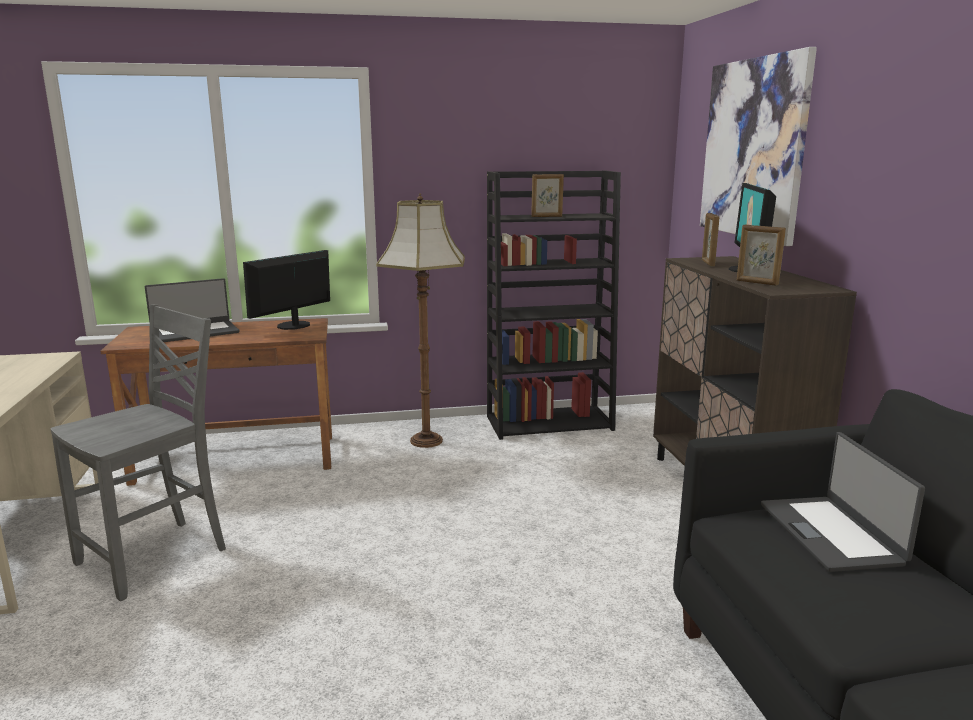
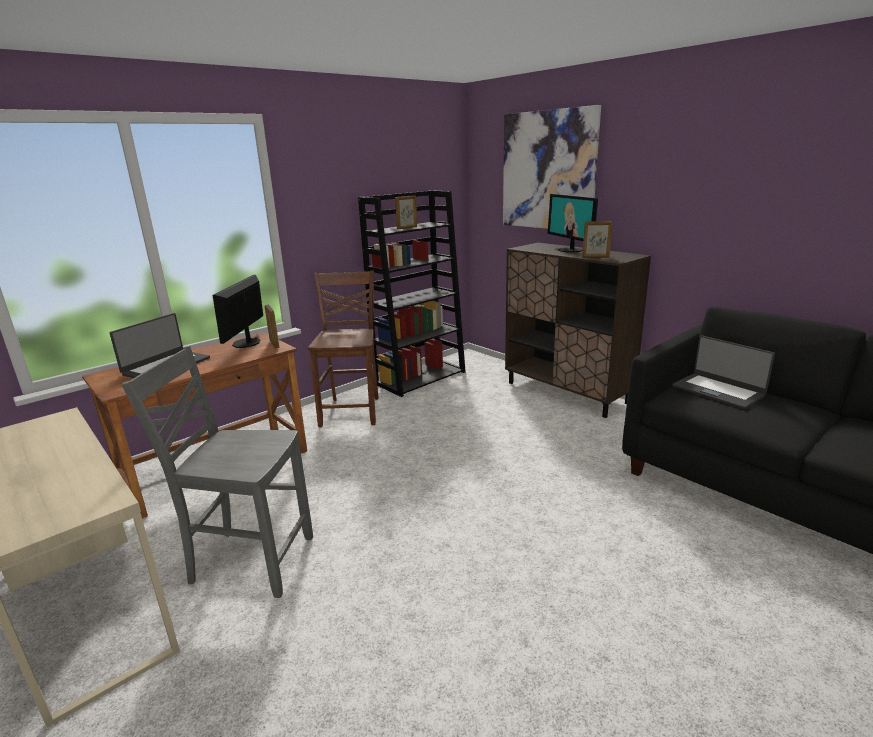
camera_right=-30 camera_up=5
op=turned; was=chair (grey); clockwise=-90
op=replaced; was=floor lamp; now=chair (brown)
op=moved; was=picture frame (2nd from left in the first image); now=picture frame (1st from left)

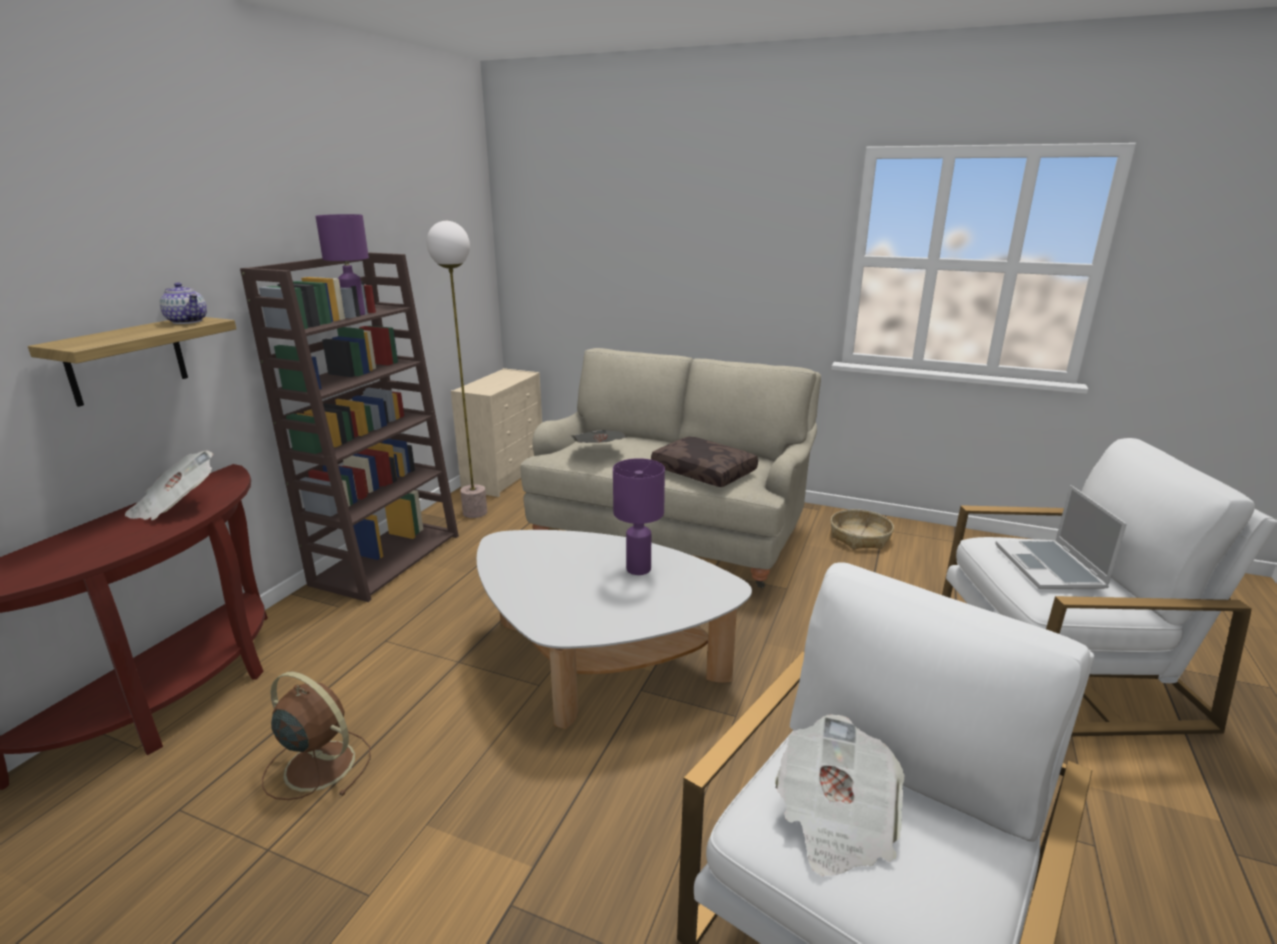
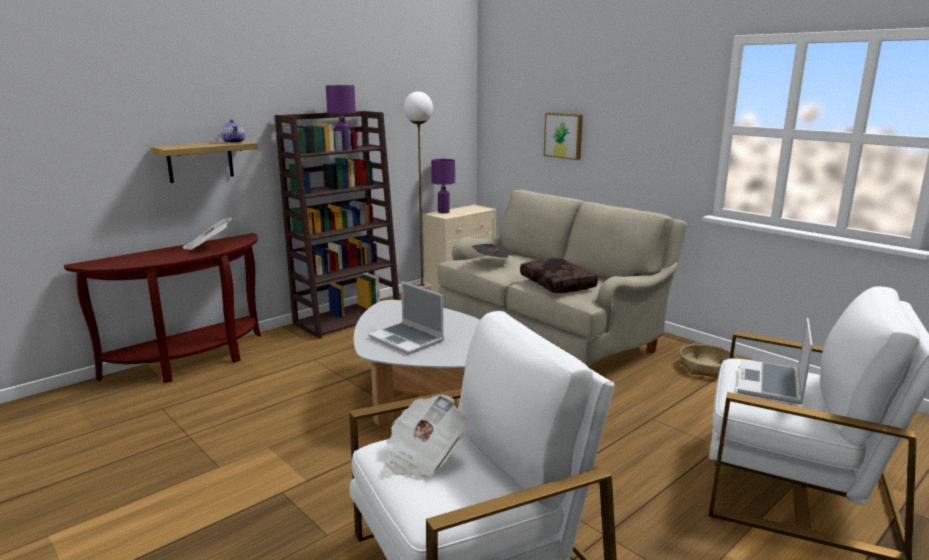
camera_right=25 camera_up=-5
op=removed; was=fan (brown)
op=moved; was=table lamp (purple) (2nd from left)
op=added; now=laptop (1st from left)
op=added; now=picture

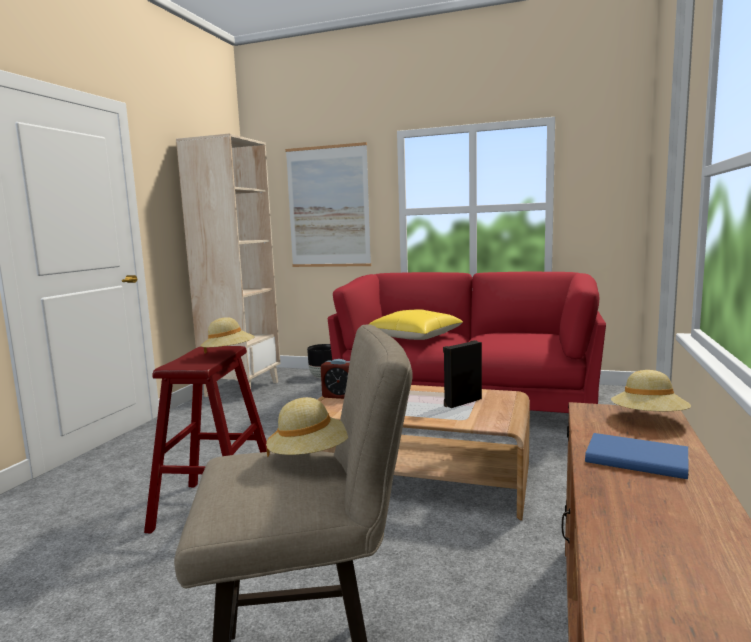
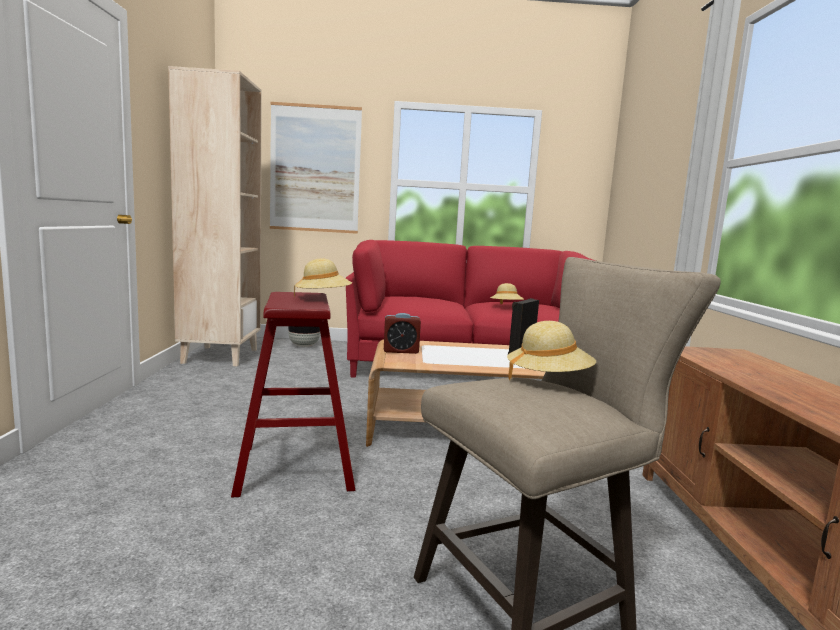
camera_right=-20 camera_up=0
op=removed; was=pillow (yellow)
op=removed; was=book (blue)
op=moved; was=hat (beige) (3rd from left in the first image); now=hat (beige) (2nd from left)

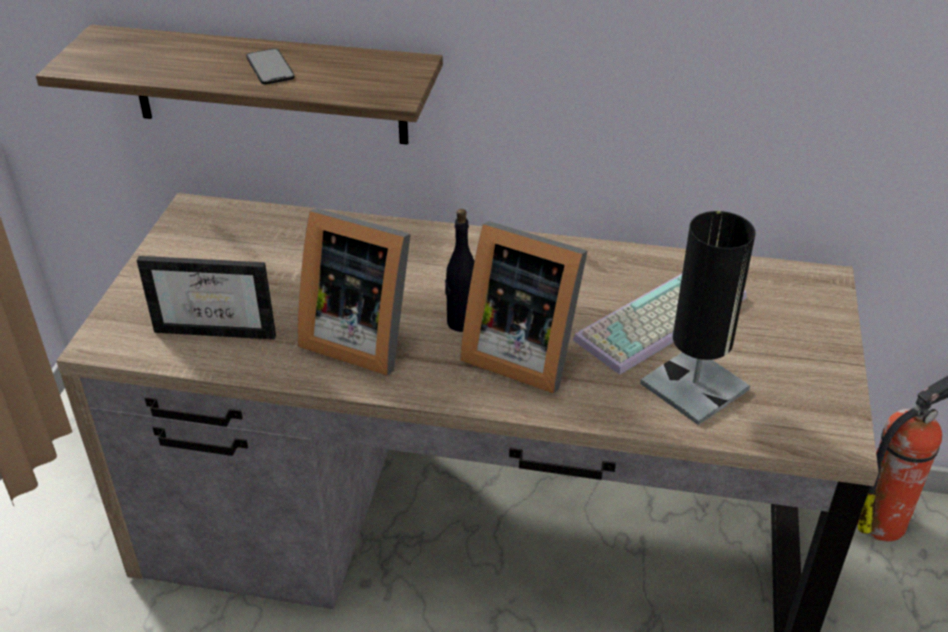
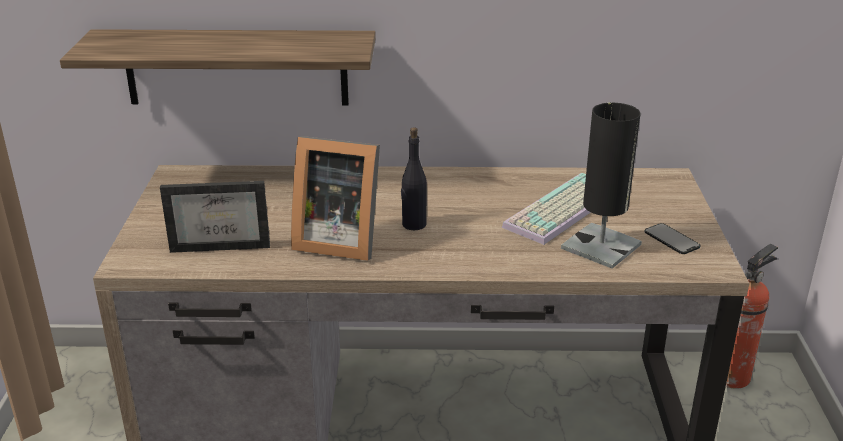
camera_right=-10 camera_up=-10
op=moved; was=phone
op=removed; was=picture frame (3rd from left)

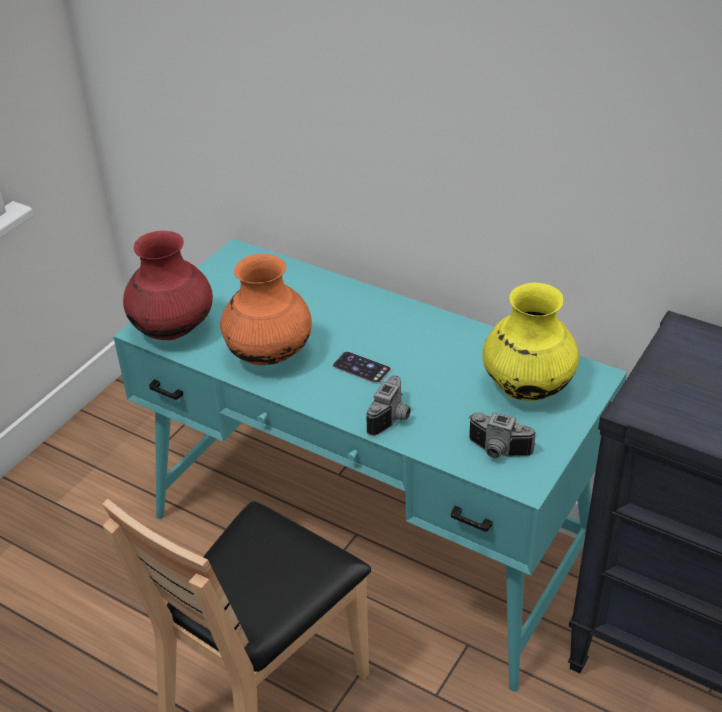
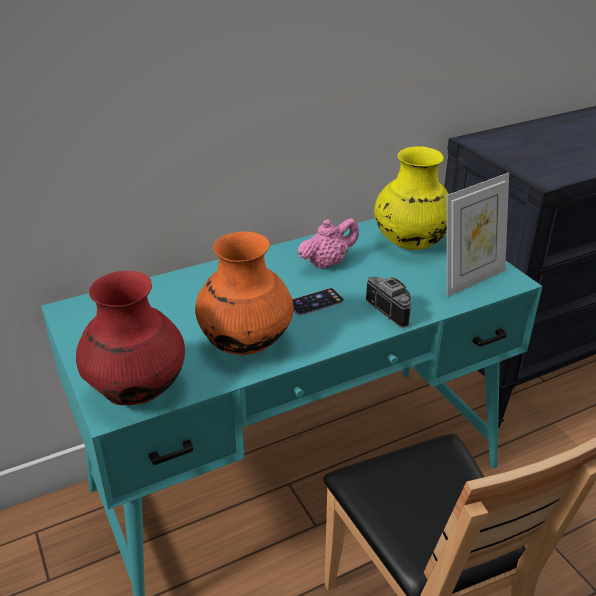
camera_right=-60 camera_up=-5
op=replaced; was=photo camera (2nd from left); now=picture frame
op=added; now=teapot (pink)

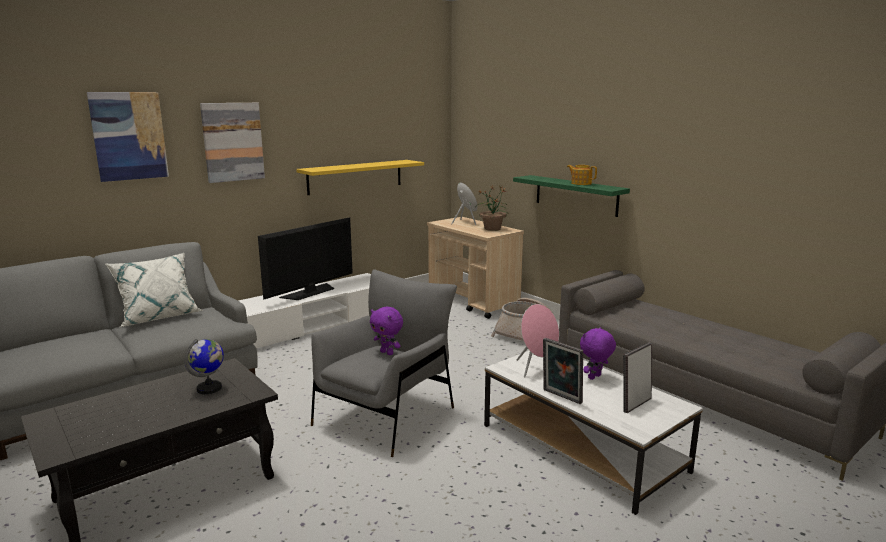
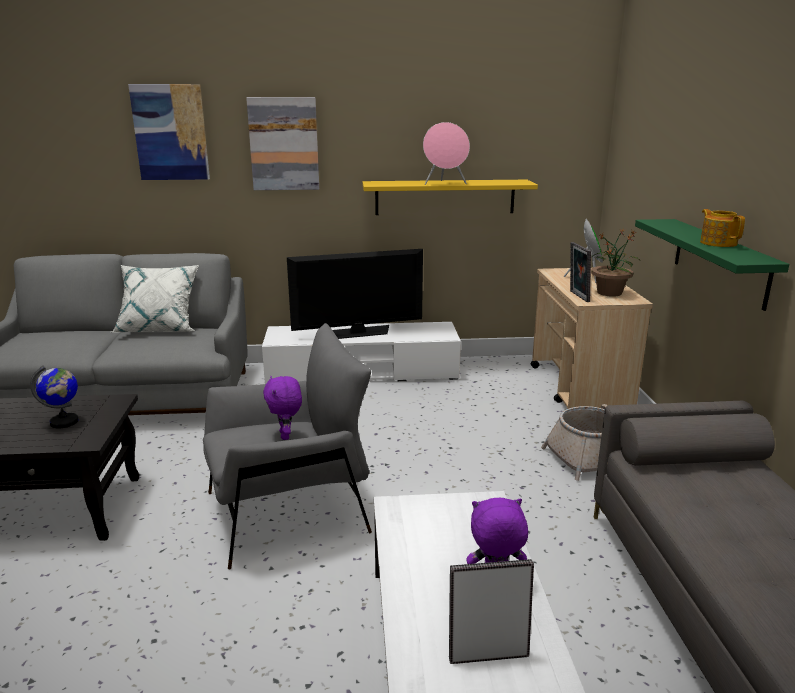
camera_right=35 camera_up=5
op=moved; was=speaker (pink)
op=moved; was=picture frame (1st from left in the first image); now=picture frame (2nd from left)

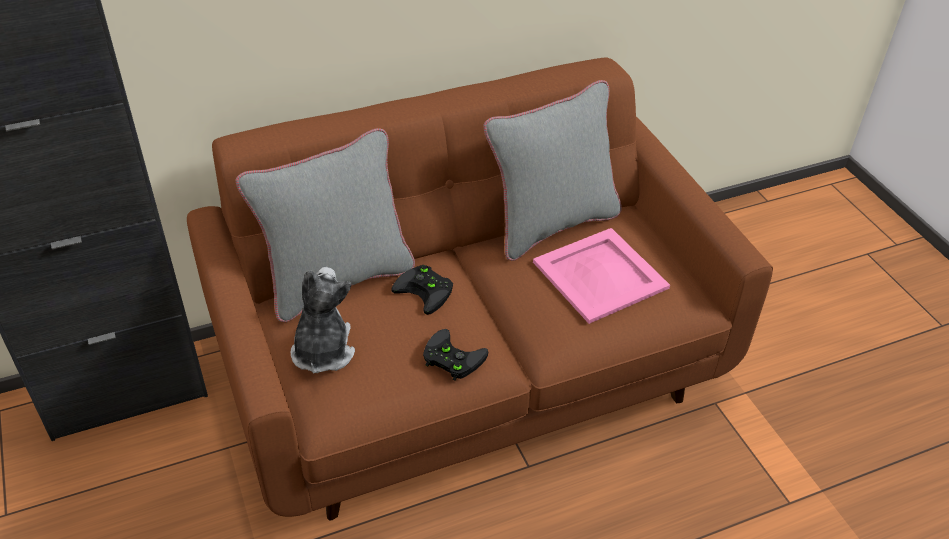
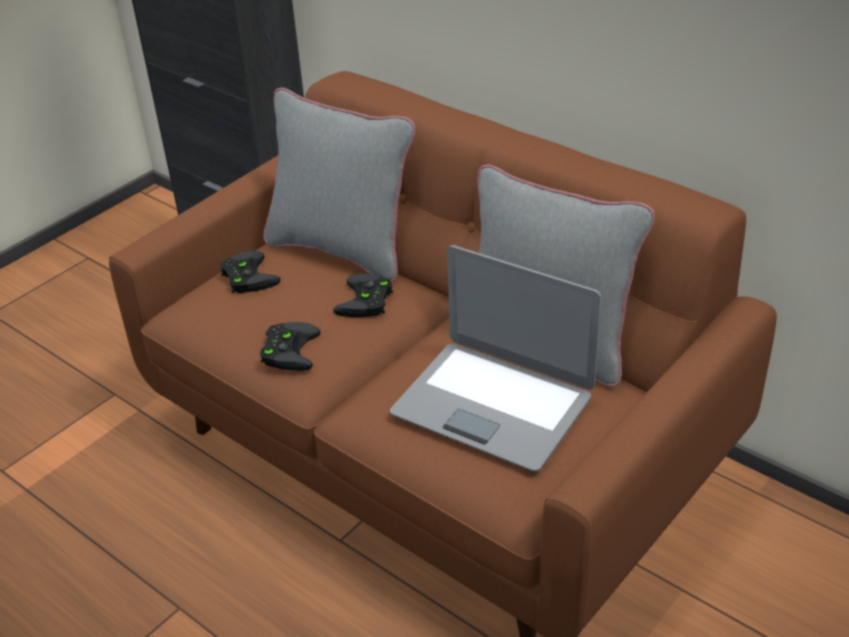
camera_right=65 camera_up=-5
op=replaced; was=plush toy; now=game controller (black) (1st from left)
op=replaced; was=tray (pink); now=laptop

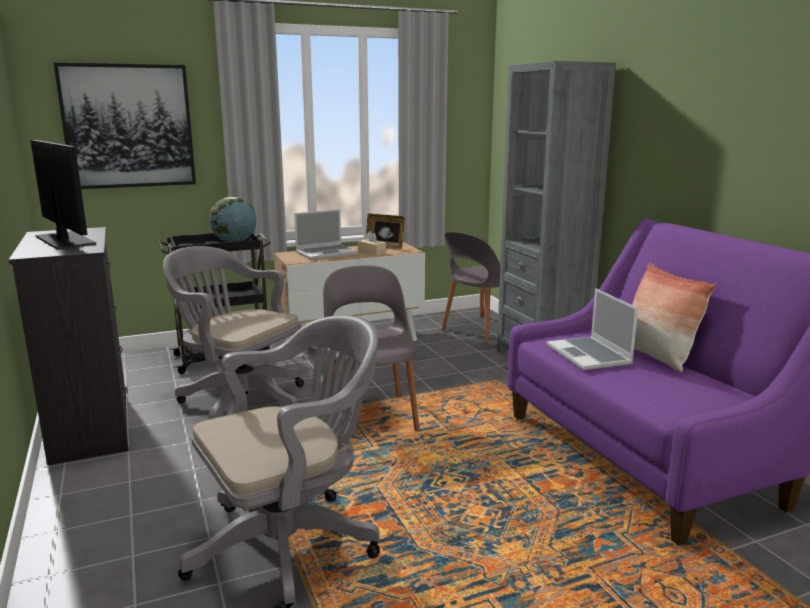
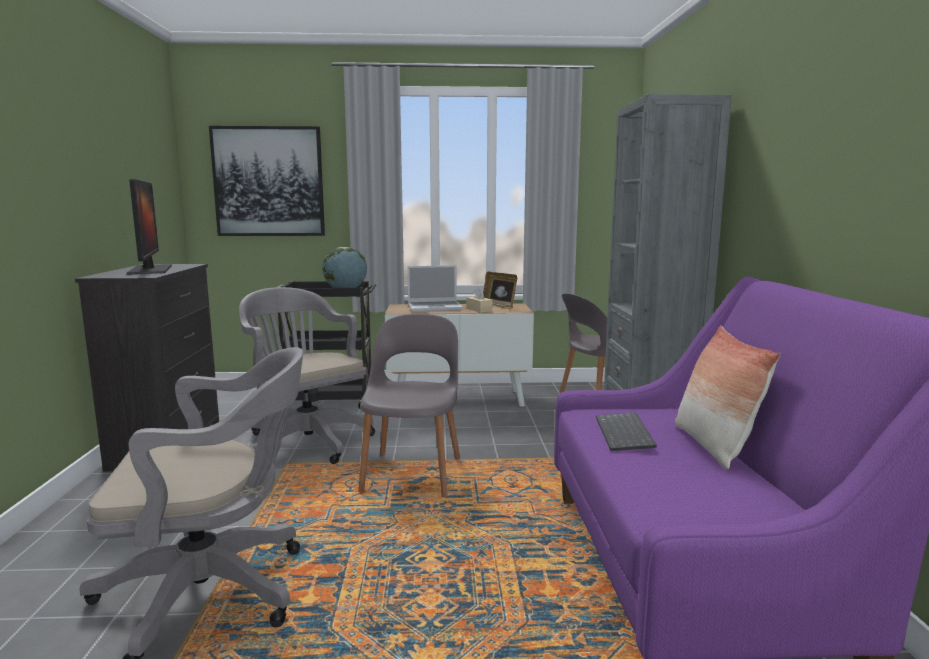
camera_right=20 camera_up=-5
op=replaced; was=laptop (2nd from left); now=keyboard

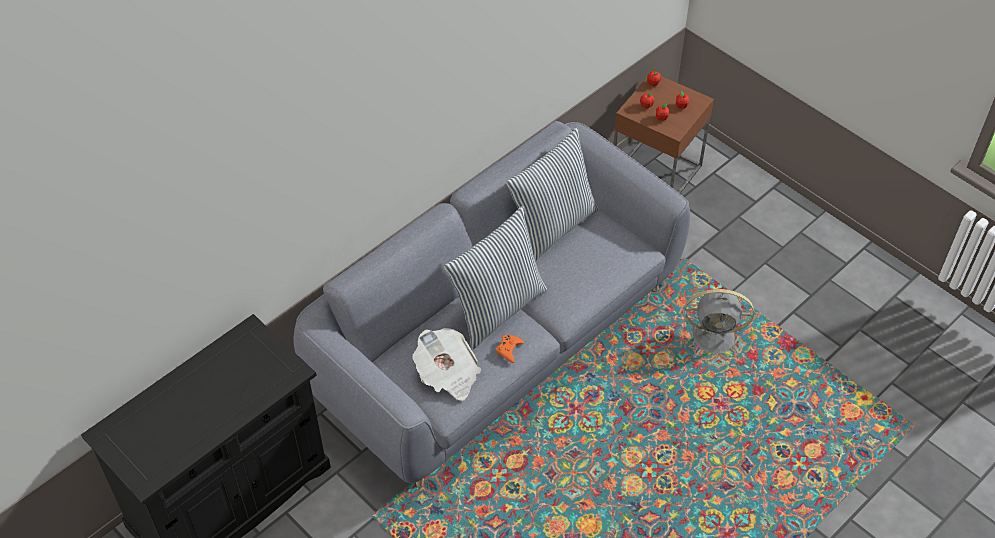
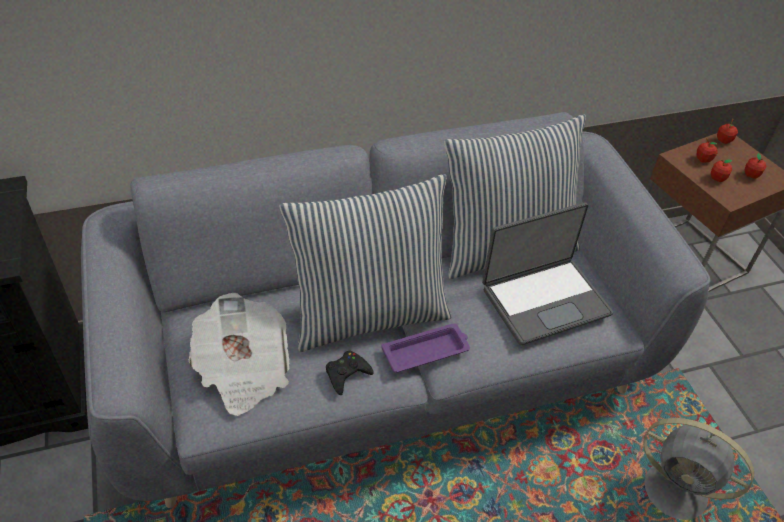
camera_right=25 camera_up=-5
op=recoloured; was=game controller (orange); now=game controller (black)
op=added; now=tray (purple)
op=added; now=laptop

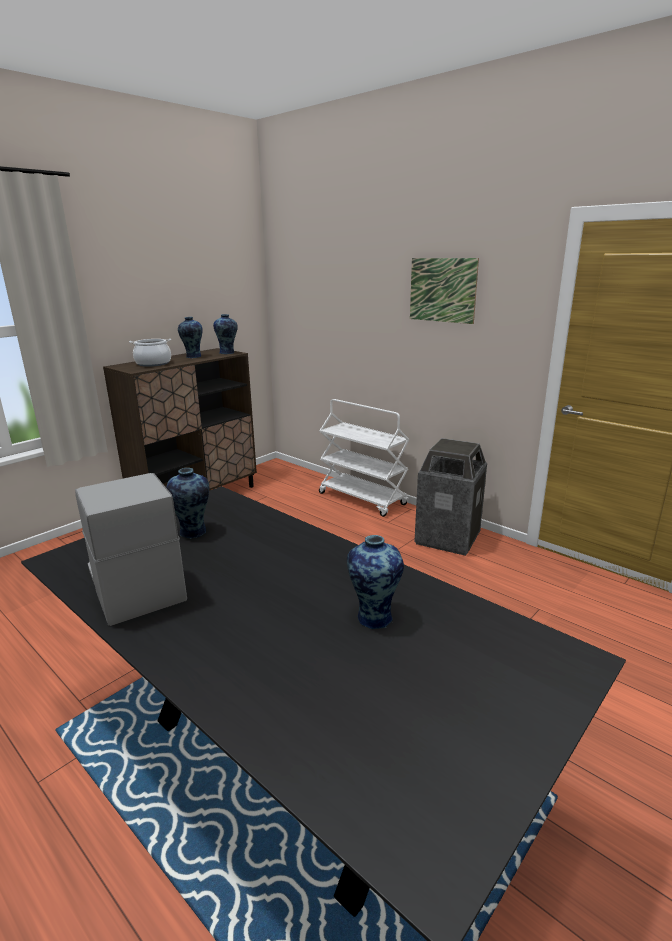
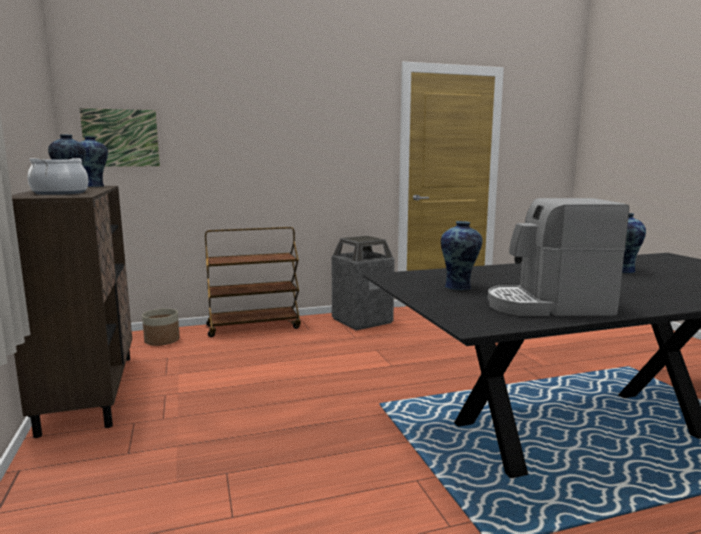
camera_right=-60 camera_up=-10
op=recoloured; was=cart (white); now=cart (brown)
op=moved; was=picture
op=added; now=planter

